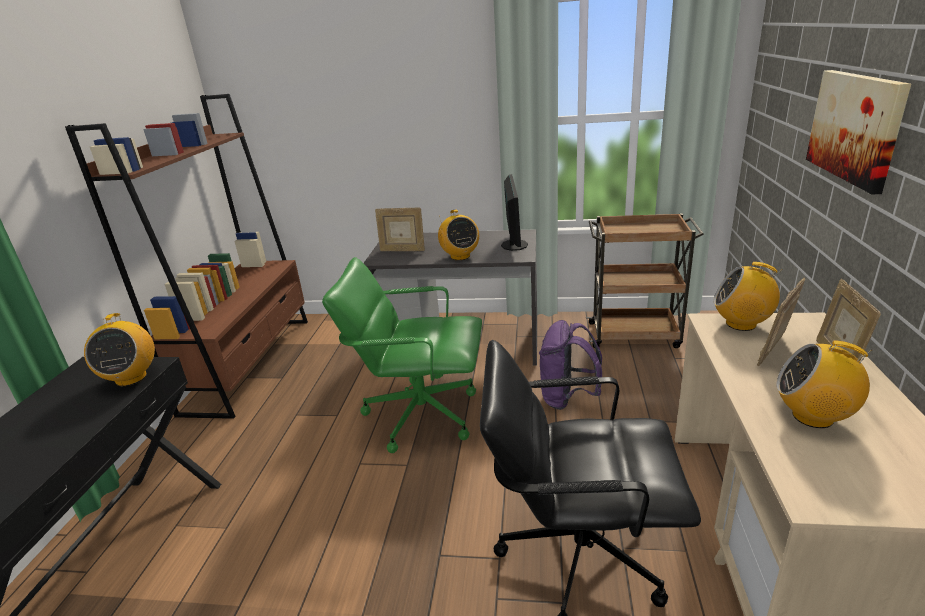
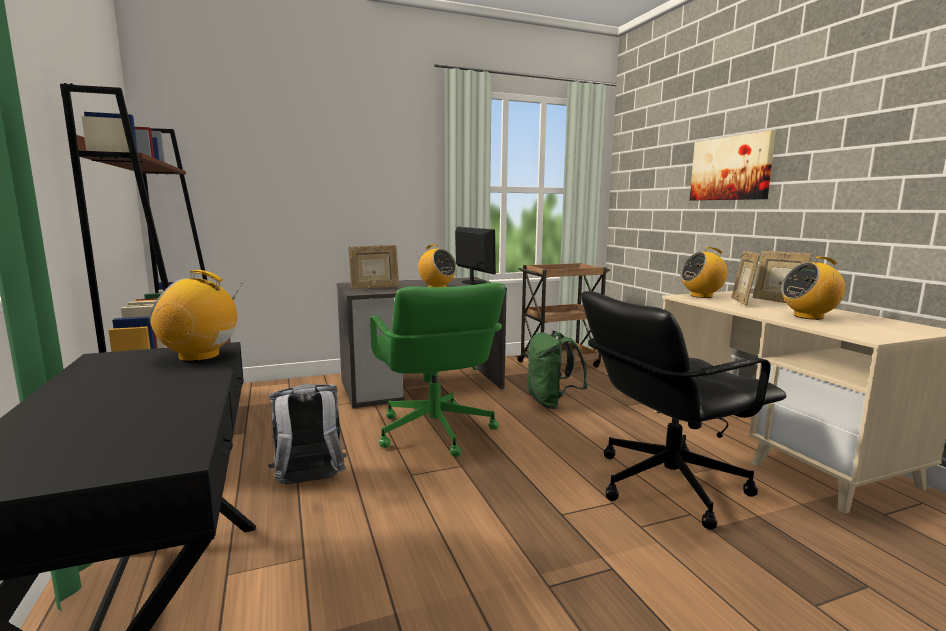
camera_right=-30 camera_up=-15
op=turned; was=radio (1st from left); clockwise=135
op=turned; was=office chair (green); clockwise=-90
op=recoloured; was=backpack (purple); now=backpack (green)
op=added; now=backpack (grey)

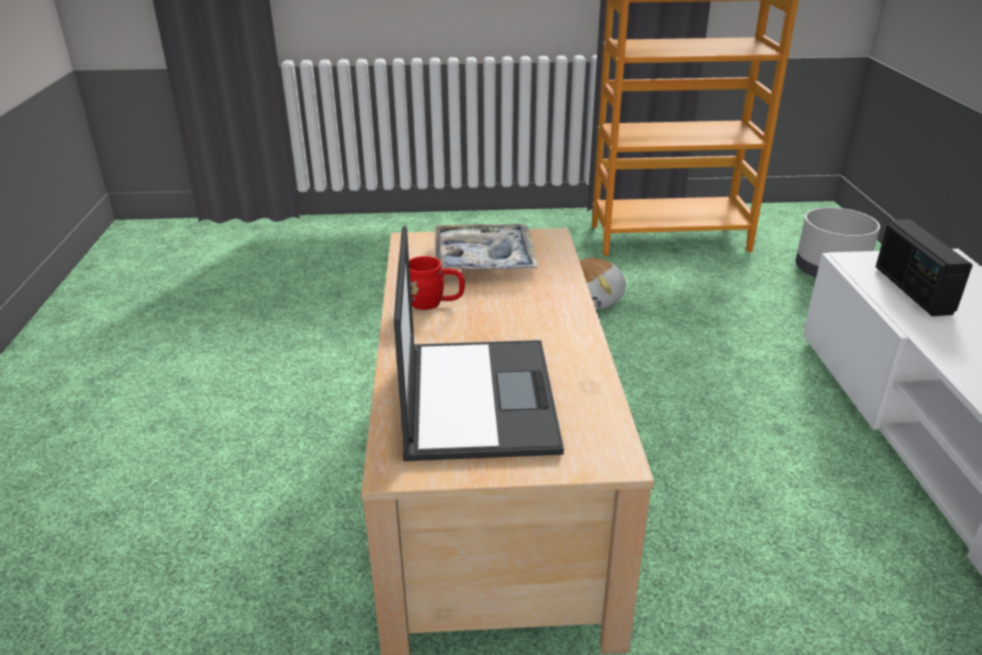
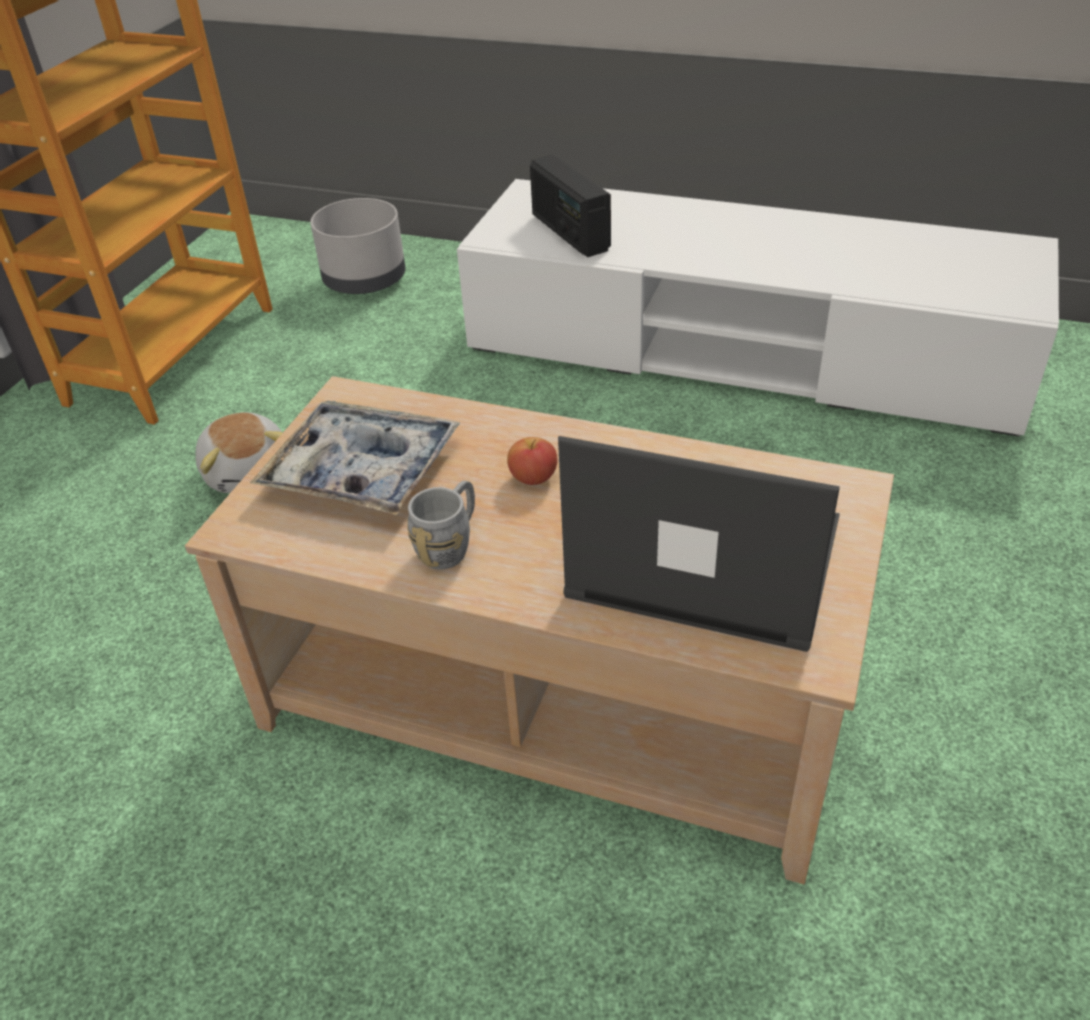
camera_right=-65 camera_up=10
op=recoloured; was=mug (red); now=mug (grey)
op=turned; was=radio; clockwise=45
op=added; now=apple

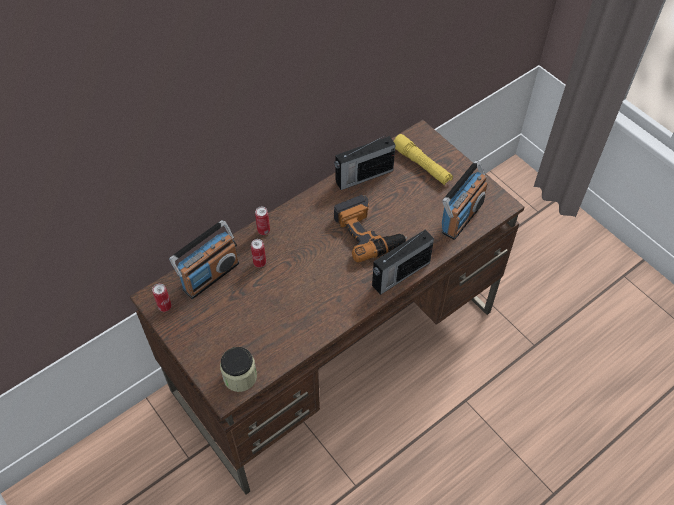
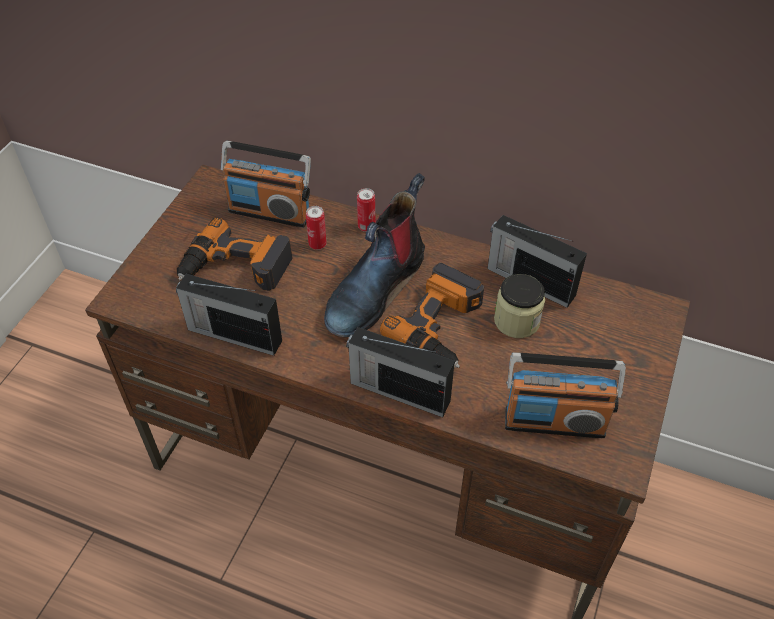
camera_right=60 camera_up=-5
op=removed; was=can (1st from left)
op=moved; was=jar
op=removed; was=flashlight (yellow)
op=added; now=radio (1st from left)
op=added; now=power drill (1st from left)
op=added; now=boot

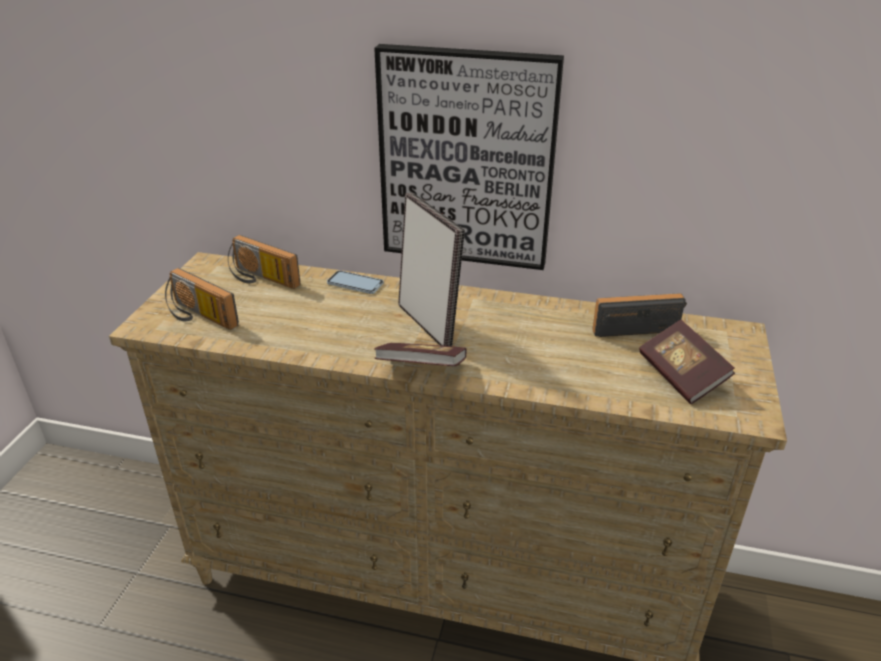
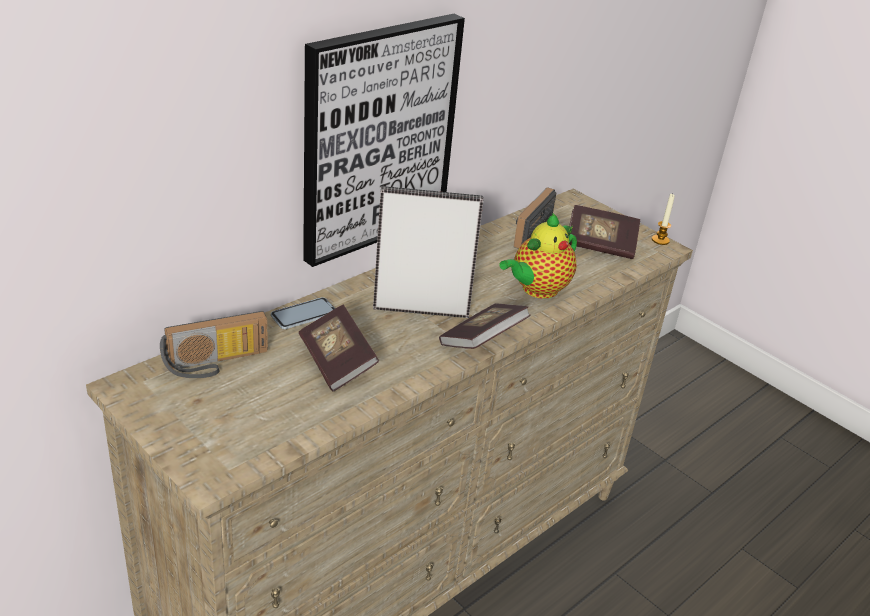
camera_right=-60 camera_up=0
op=removed; was=radio (1st from left)
op=added; now=book (1st from left)
op=added; now=teapot
op=added; now=candle

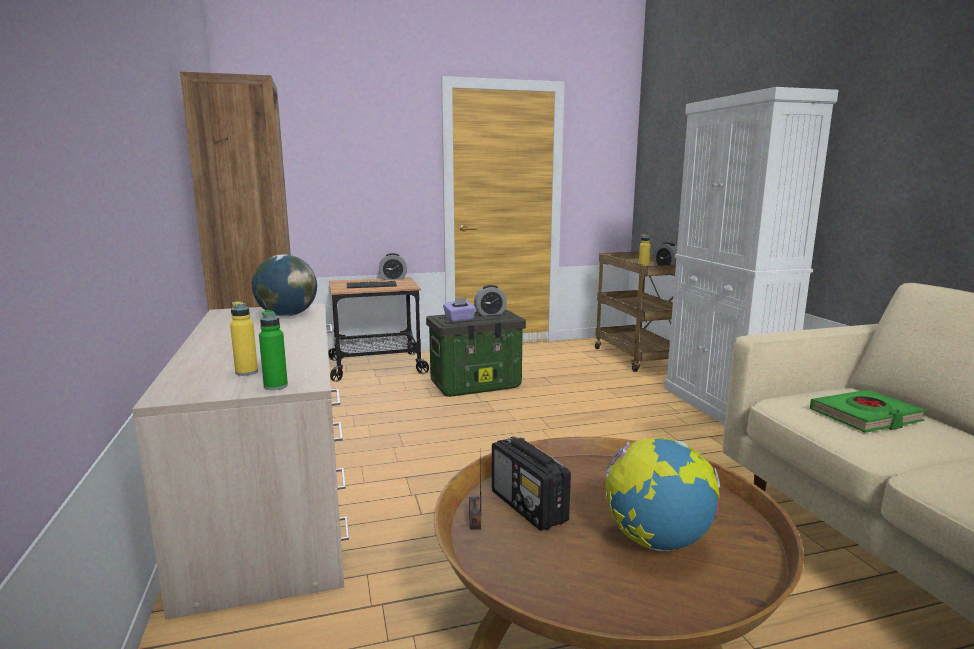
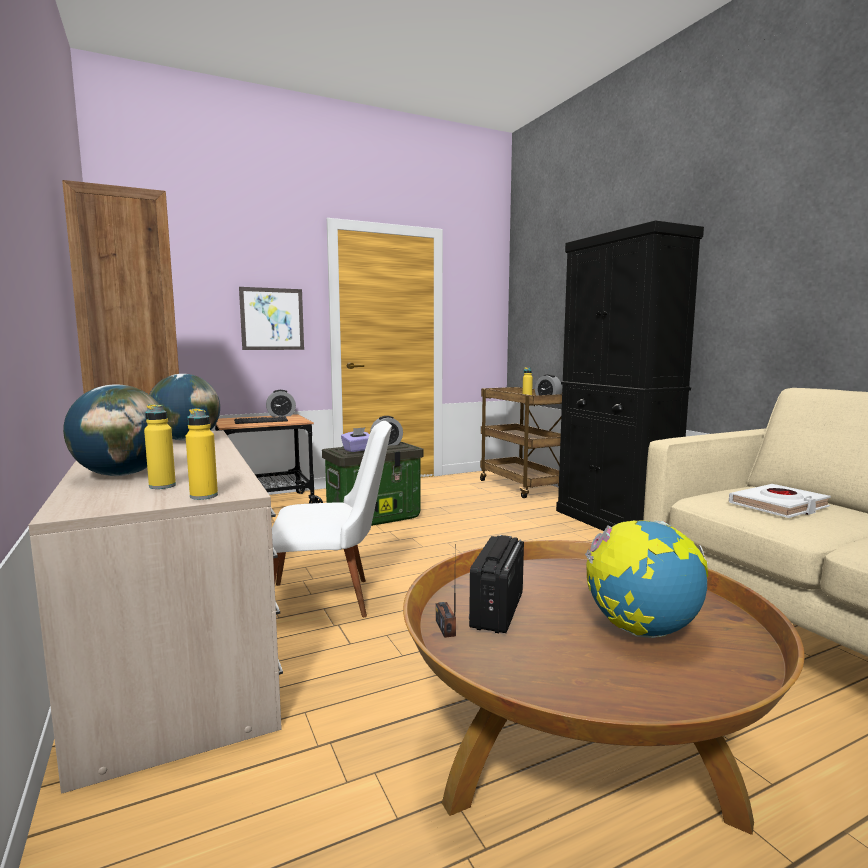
camera_right=-10 camera_up=-5
op=recoloured; was=bottle (green); now=bottle (yellow) (2nd from left)
op=turned; was=radio (2nd from left); clockwise=60
op=recoloured; was=cabinet (white); now=cabinet (black)
op=recoloured; was=book (green); now=book (white)
op=added; now=globe (1st from left)
op=added; now=picture
op=added; now=chair (white)

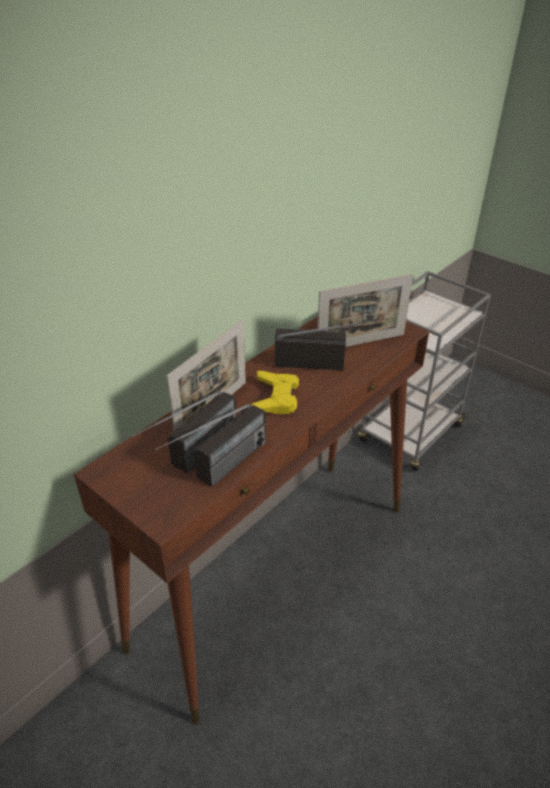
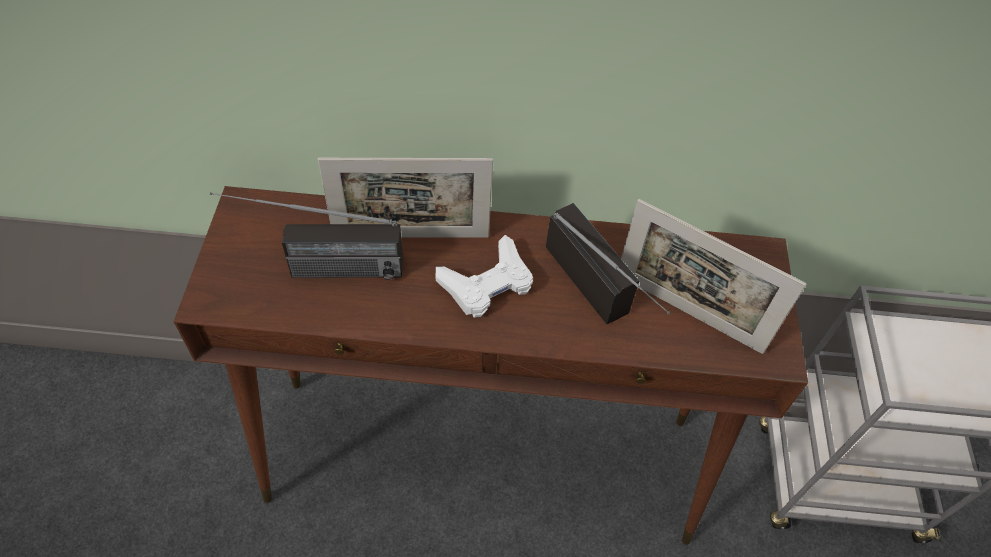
camera_right=50 camera_up=15
op=removed; was=radio (2nd from left)
op=recoloured; was=game controller (yellow); now=game controller (white)

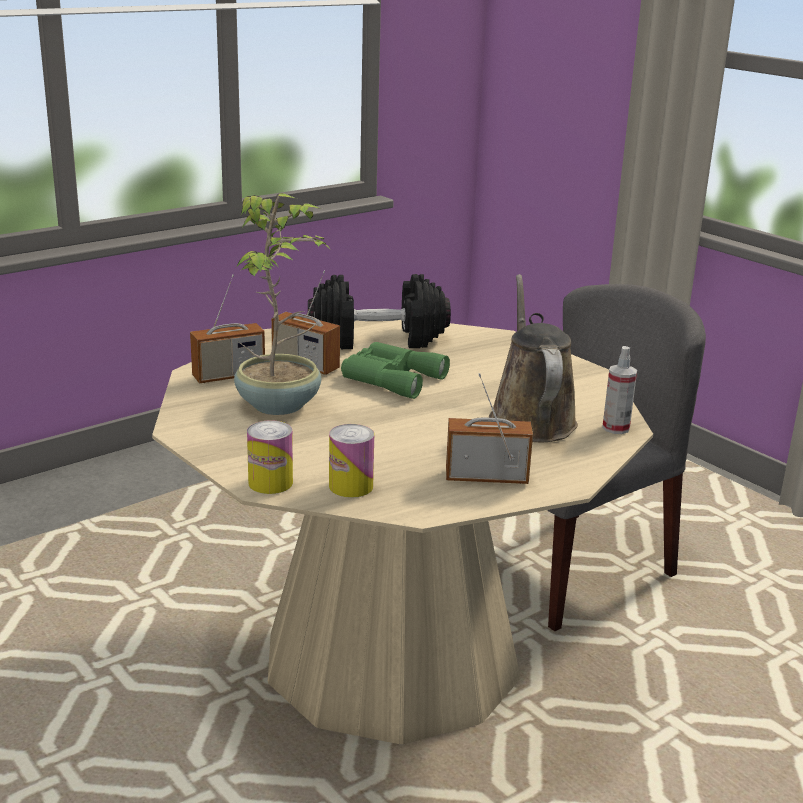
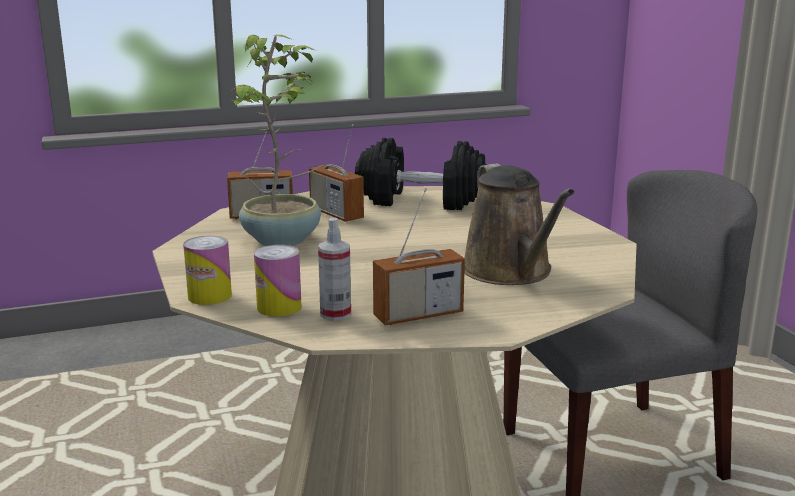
camera_right=20 camera_up=-5
op=removed; was=binoculars (green)
op=turned; was=radio (3rd from left); clockwise=135
op=turned; was=watering can (brown); clockwise=150
op=moved; was=spray bottle

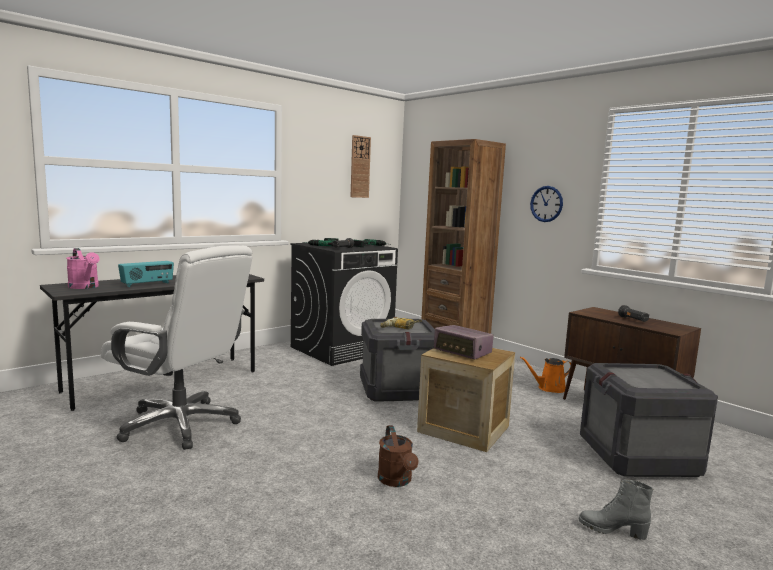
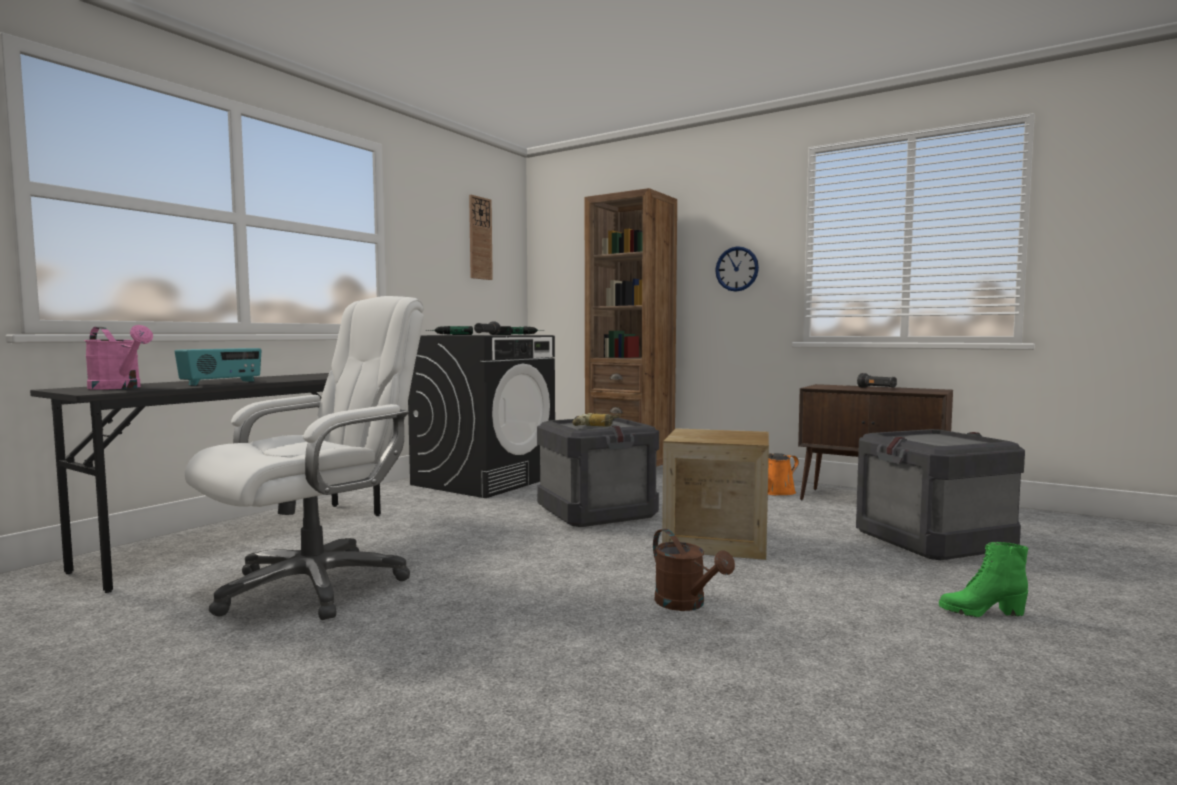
camera_right=-15 camera_up=-5
op=turned; was=office chair (white); clockwise=-60
op=removed; was=radio (2nd from left)
op=recoloured; was=boot (grey); now=boot (green)

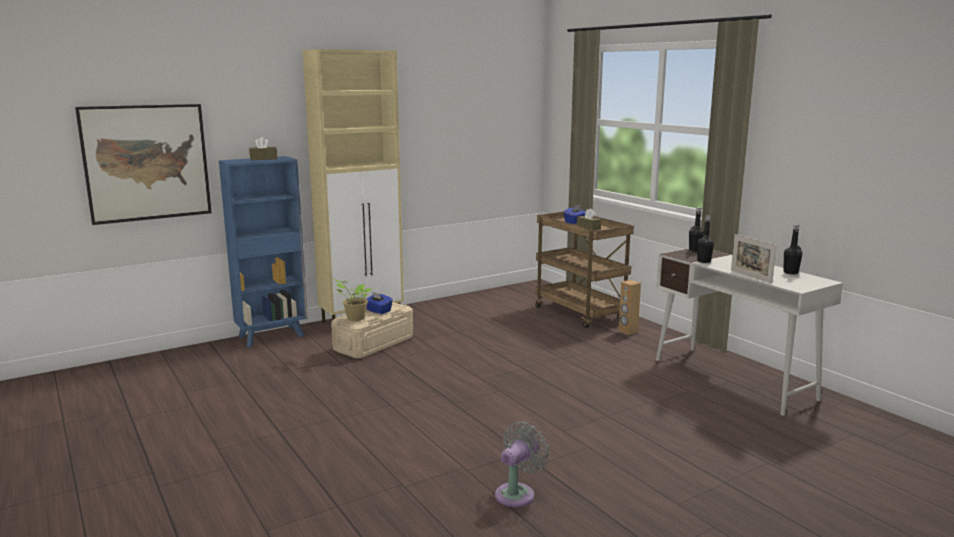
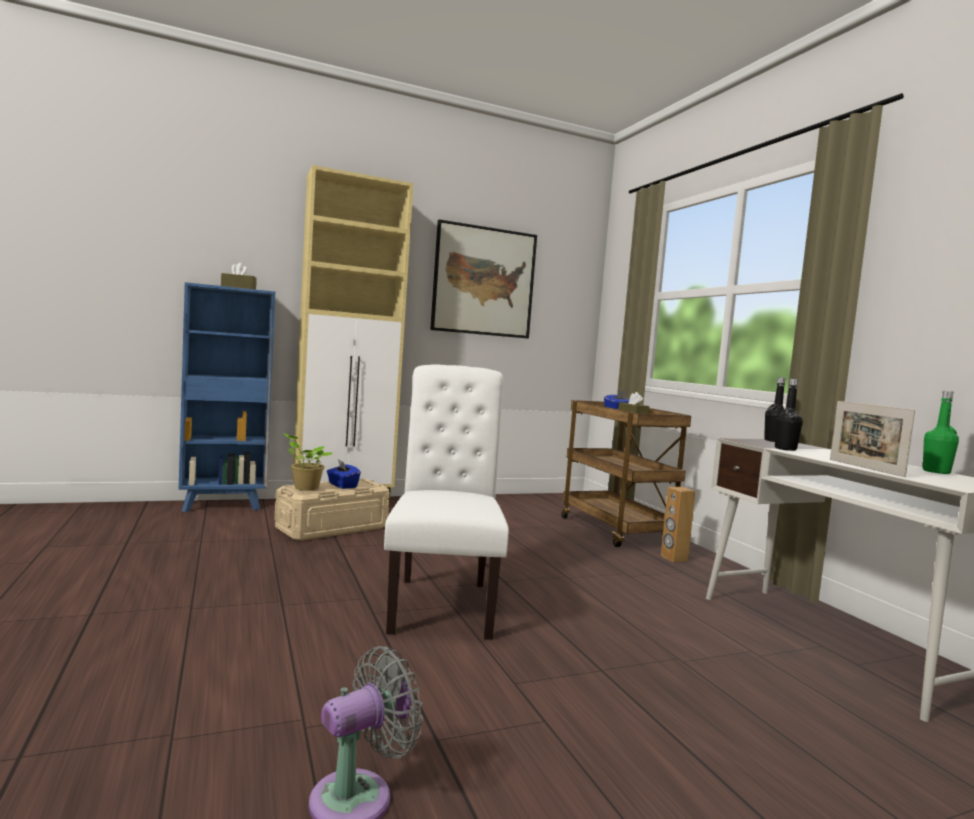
camera_right=10 camera_up=-10
op=moved; was=picture
op=recoloured; was=bottle (black) (3rd from left); now=bottle (green)
op=added; now=chair (white)

